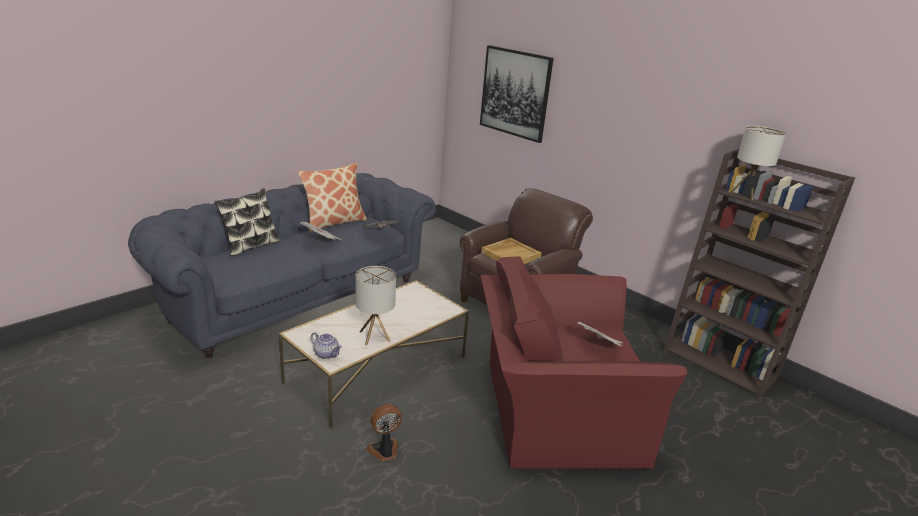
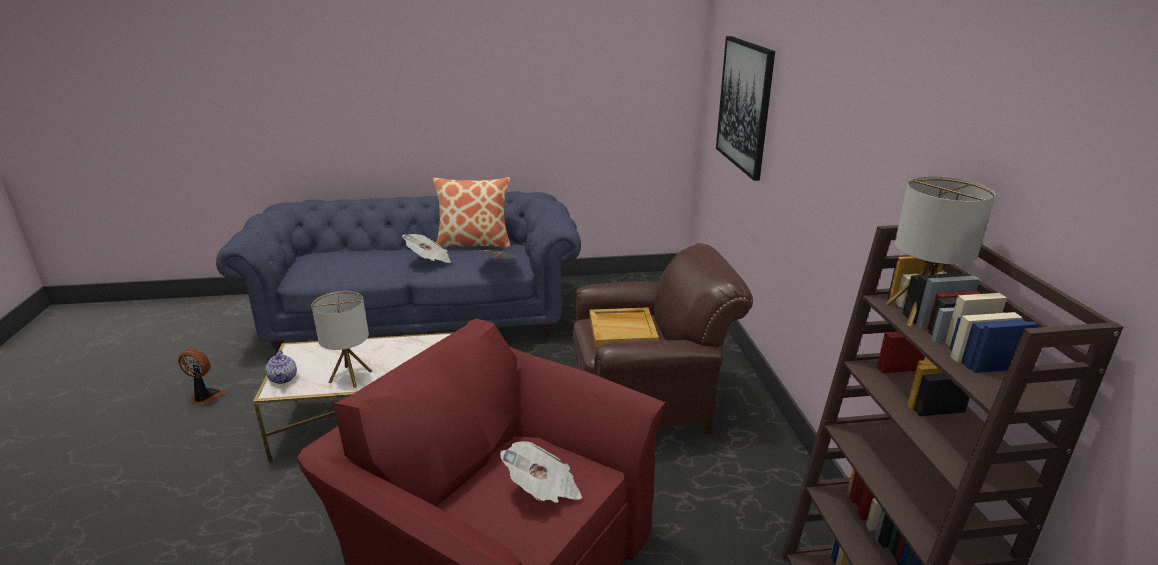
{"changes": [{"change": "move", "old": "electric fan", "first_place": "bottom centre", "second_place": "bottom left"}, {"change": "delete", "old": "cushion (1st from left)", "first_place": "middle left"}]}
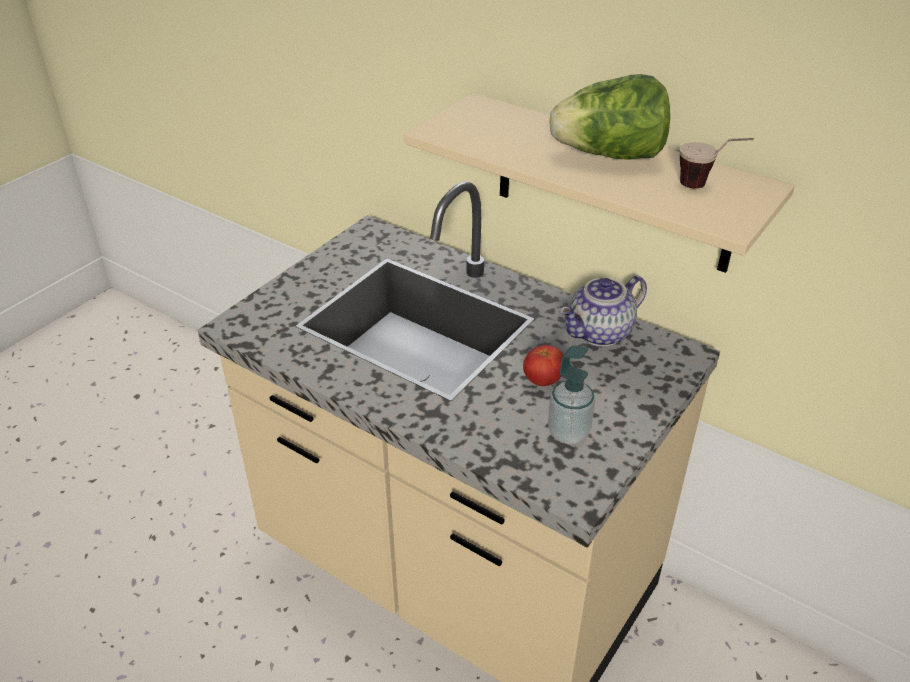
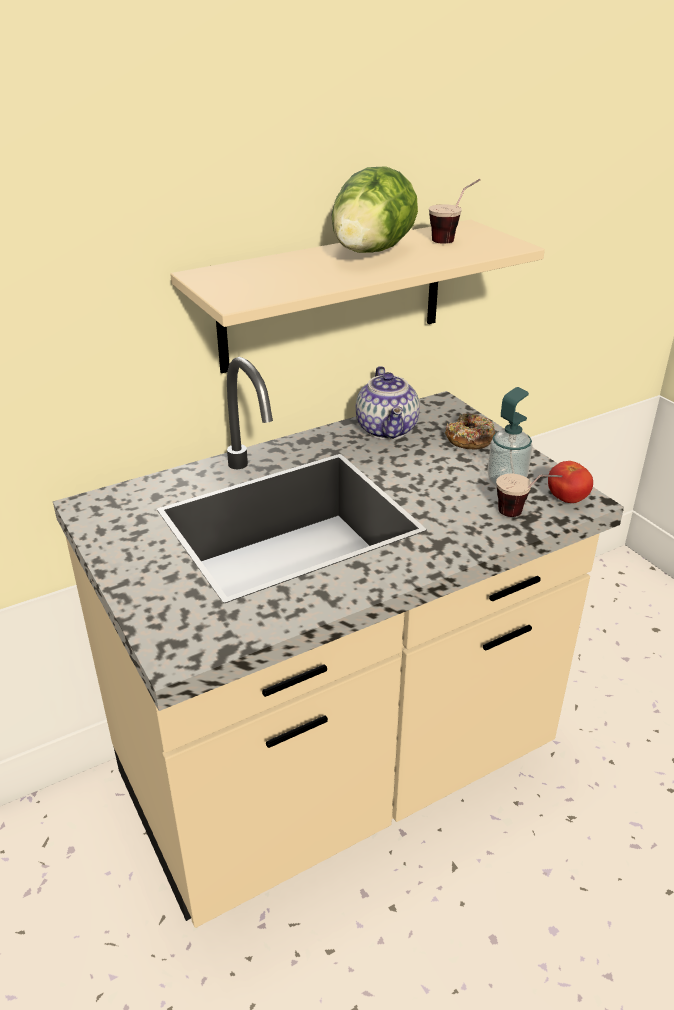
{"changes": [{"change": "insert", "new": "ring doughnut", "second_place": "middle right"}, {"change": "insert", "new": "cup (2nd from left)", "second_place": "middle right"}, {"change": "move", "old": "whole tomato", "first_place": "centre", "second_place": "middle right"}]}
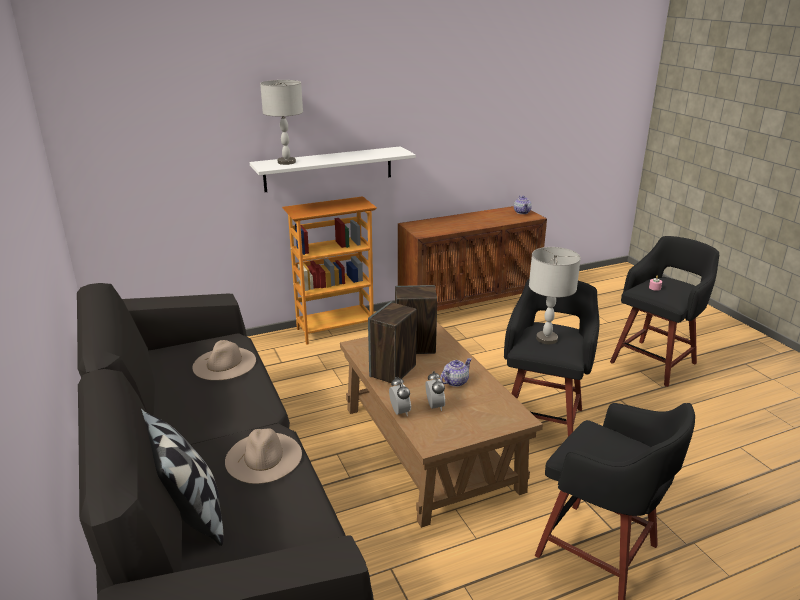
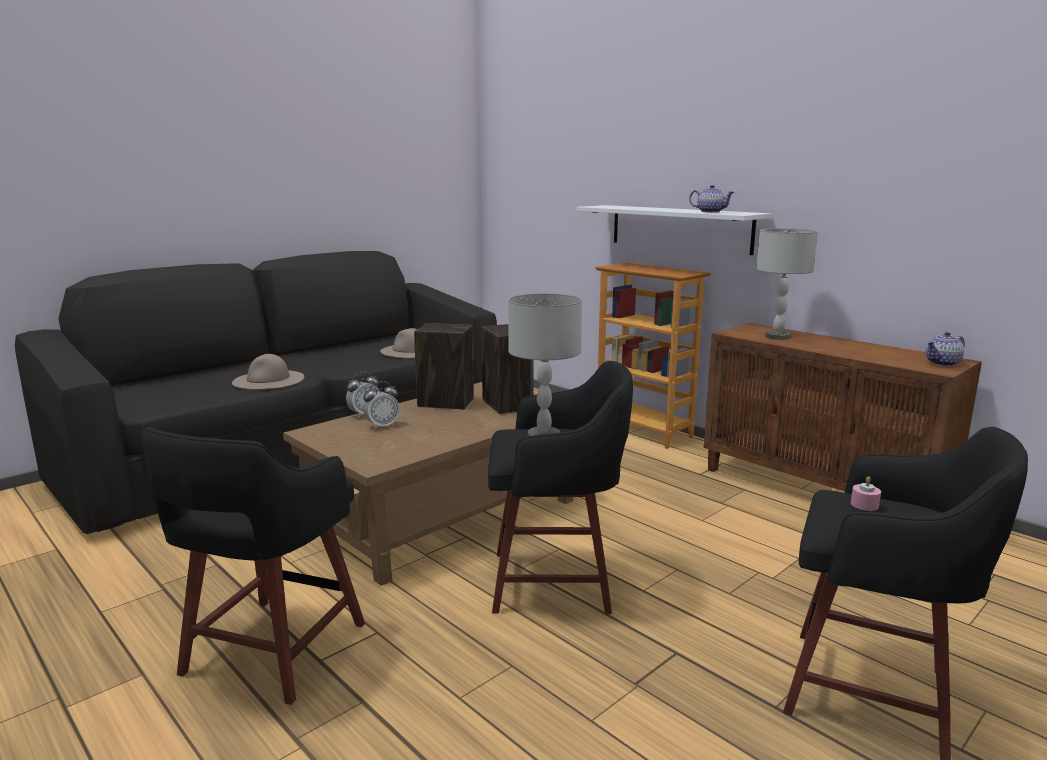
{"changes": [{"change": "move", "old": "teapot (1st from left)", "first_place": "centre", "second_place": "top right"}, {"change": "move", "old": "grey tabletop lamp (1st from left in the first image)", "new": "grey tabletop lamp (2nd from left)", "first_place": "top centre", "second_place": "middle right"}, {"change": "delete", "old": "cushion", "first_place": "bottom left"}]}
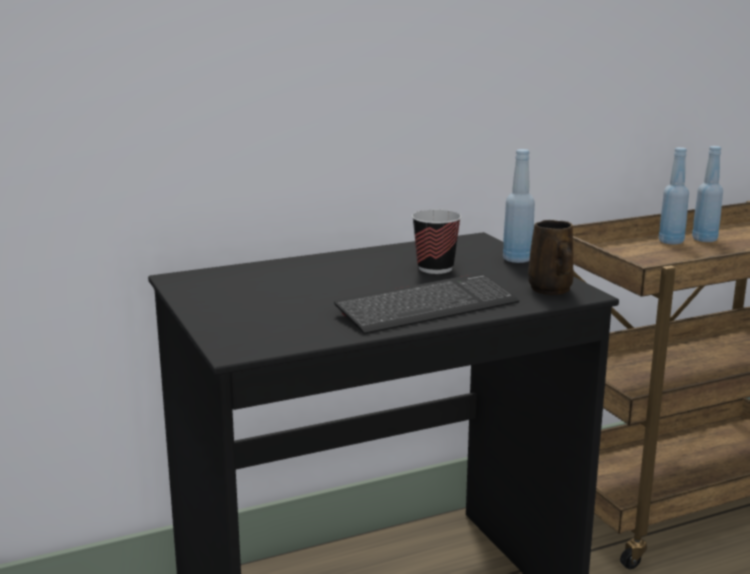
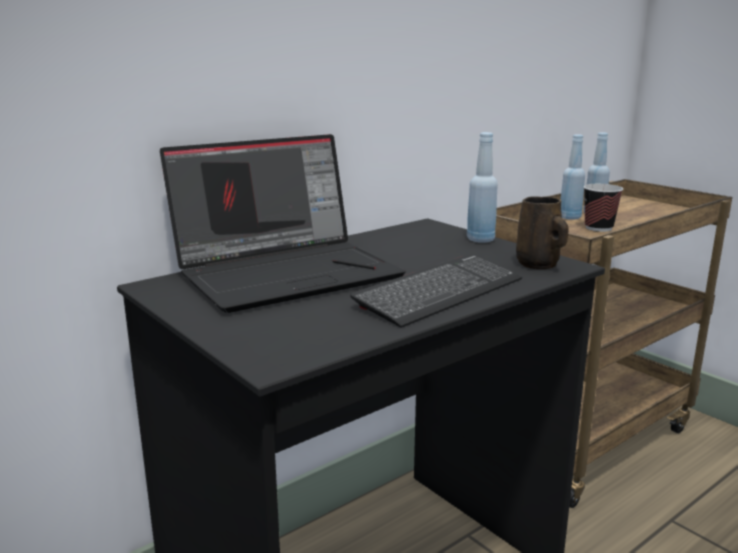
{"changes": [{"change": "insert", "new": "portable computer", "second_place": "centre"}, {"change": "move", "old": "cup", "first_place": "centre", "second_place": "middle right"}]}
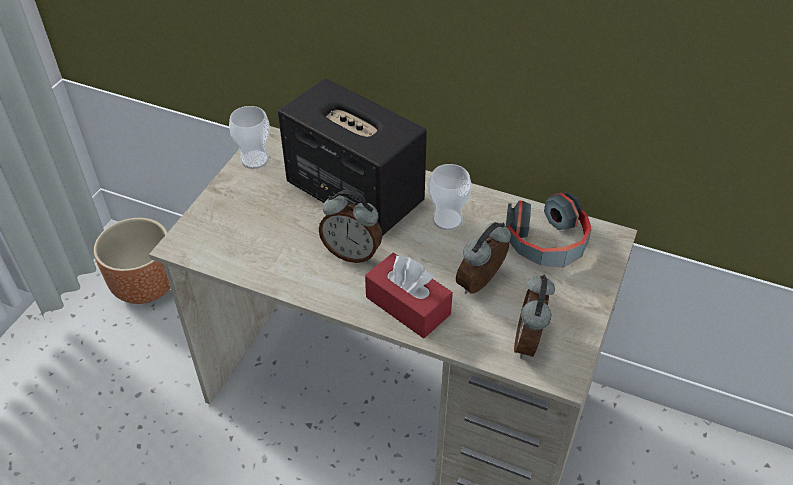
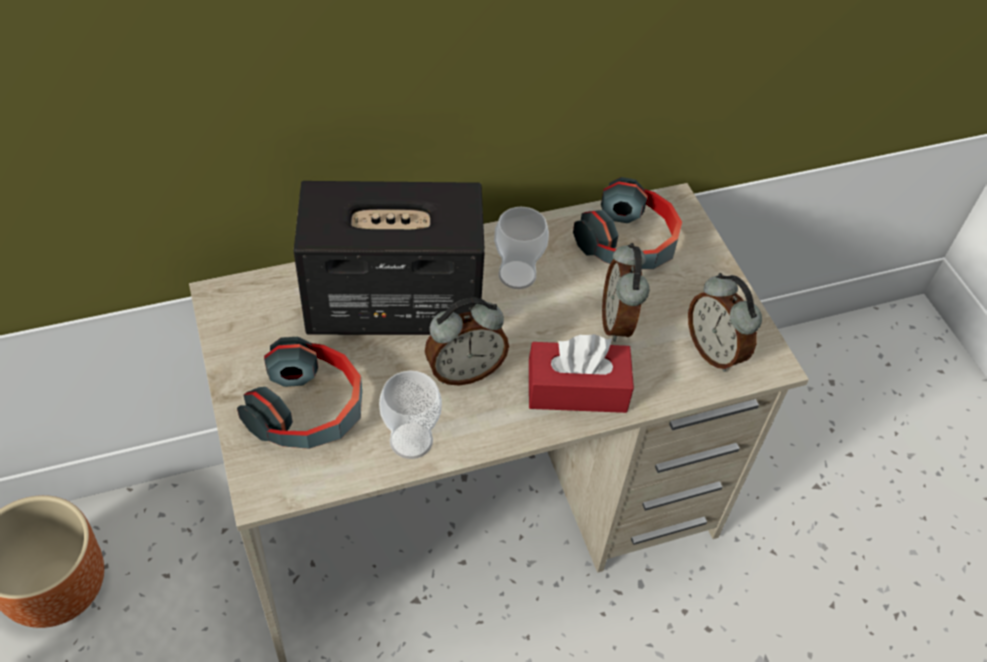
{"changes": [{"change": "insert", "new": "headset (1st from left)", "second_place": "middle left"}, {"change": "move", "old": "cup (1st from left)", "first_place": "top left", "second_place": "centre"}]}
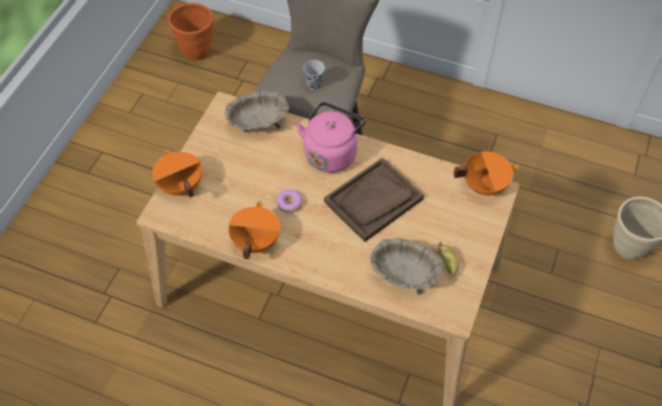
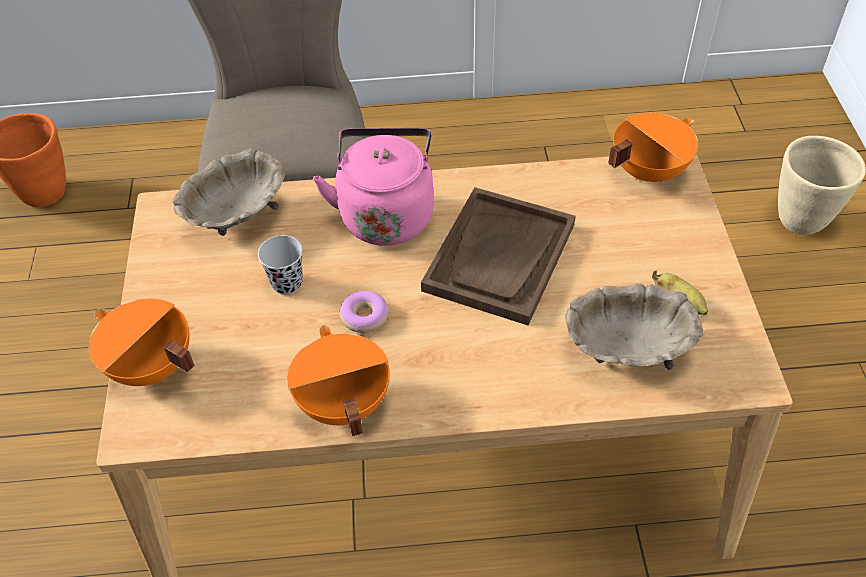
{"changes": [{"change": "move", "old": "blackish cup", "first_place": "top centre", "second_place": "middle left"}]}
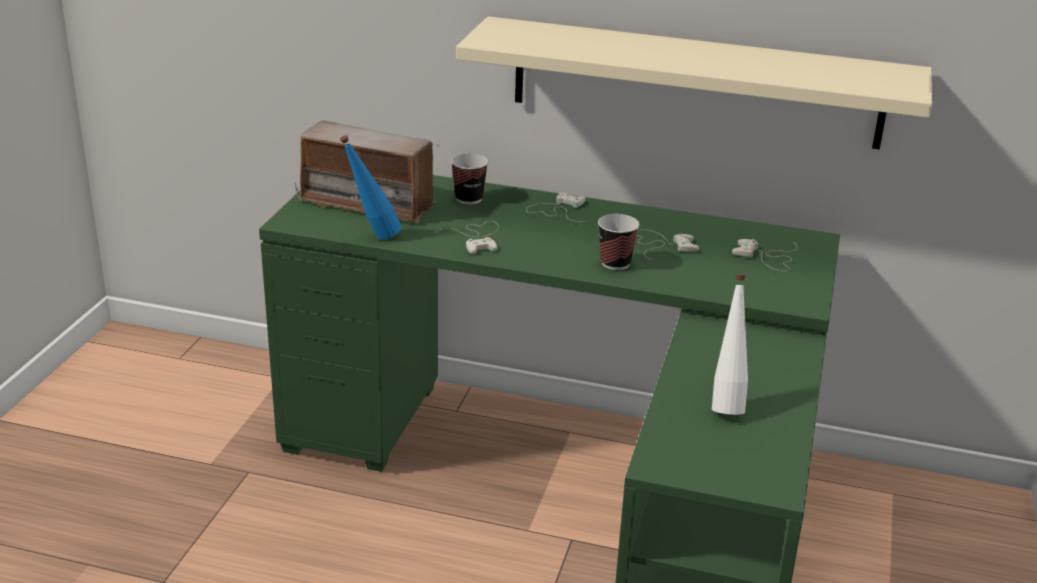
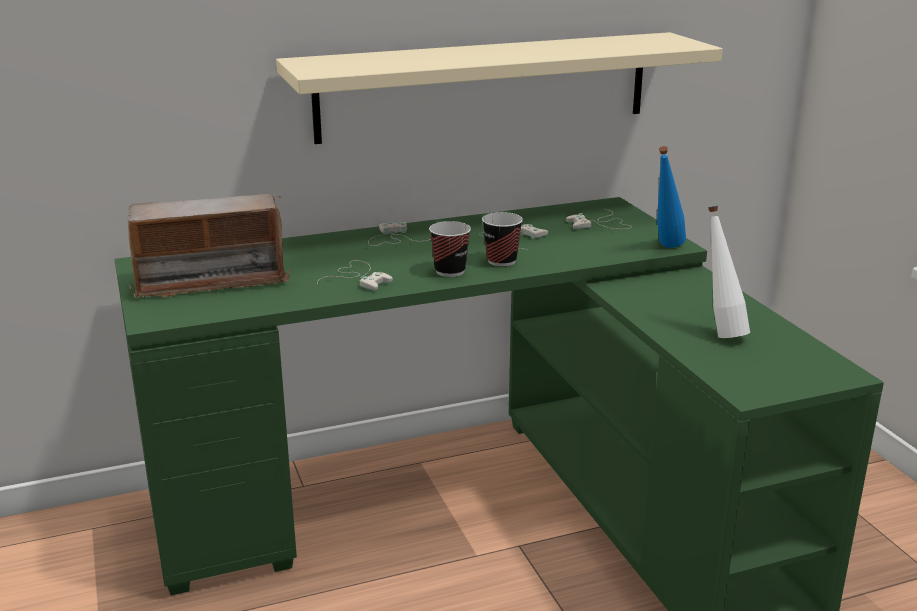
{"changes": [{"change": "move", "old": "cup (1st from left)", "first_place": "top centre", "second_place": "centre"}, {"change": "move", "old": "blue beverage bottle", "first_place": "top centre", "second_place": "top right"}]}
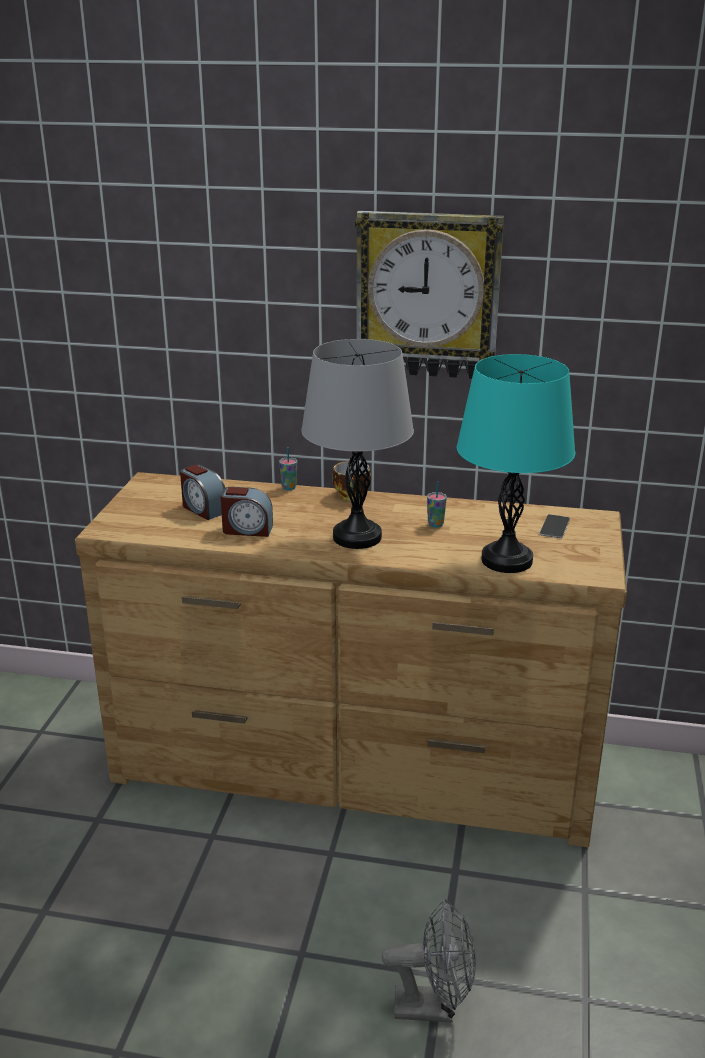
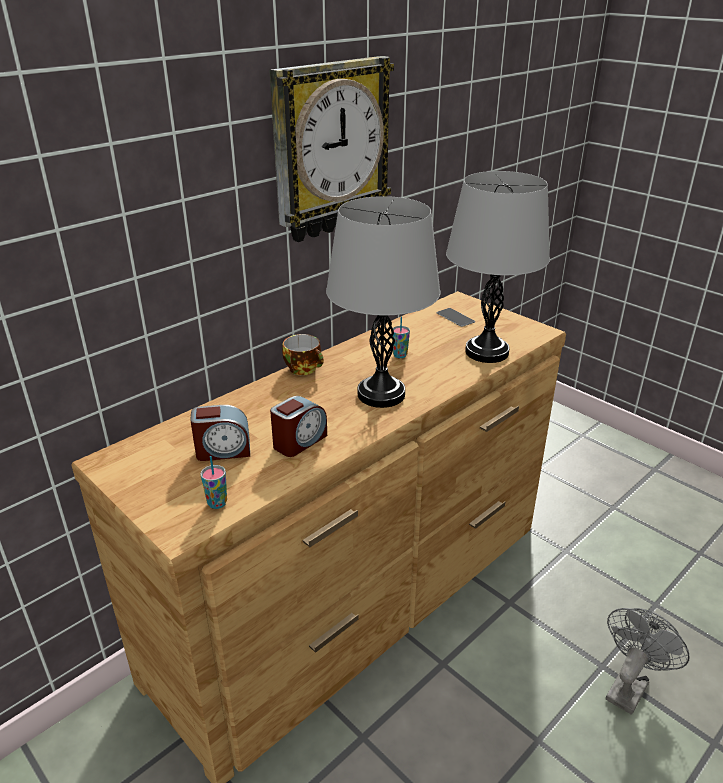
{"changes": [{"change": "move", "old": "cup (1st from left)", "first_place": "centre", "second_place": "middle left"}, {"change": "recolor", "old": "blue-green tabletop lamp", "new": "grey tabletop lamp (2nd from left)", "first_place": "middle right", "second_place": "middle right"}]}
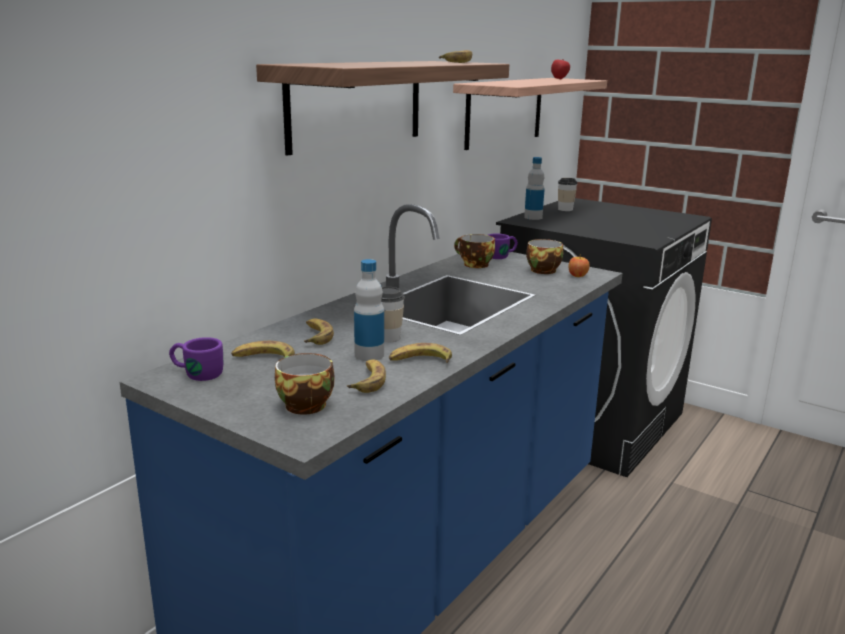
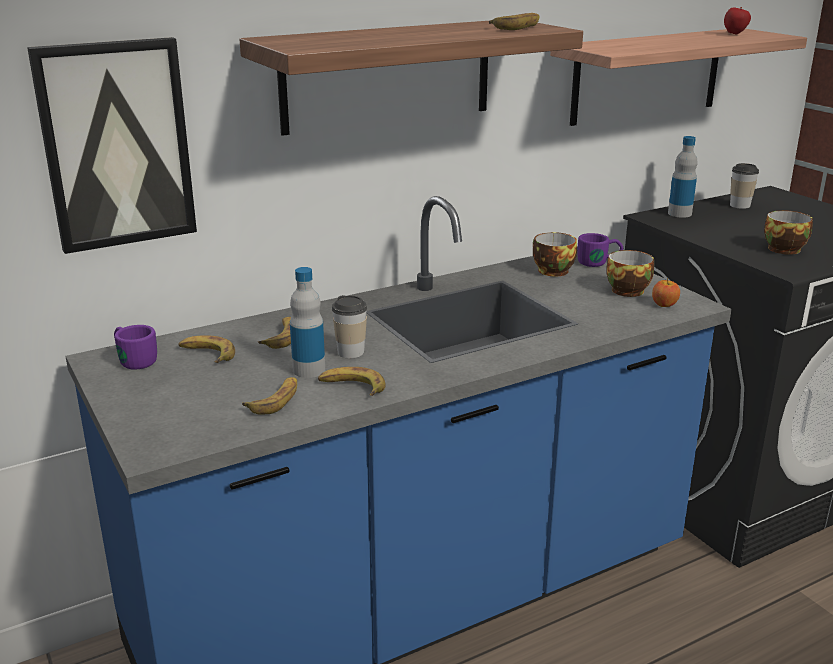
{"changes": [{"change": "insert", "new": "wall picture", "second_place": "top left"}, {"change": "move", "old": "cup (1st from left in the first image)", "new": "cup (5th from left)", "first_place": "centre", "second_place": "middle right"}]}
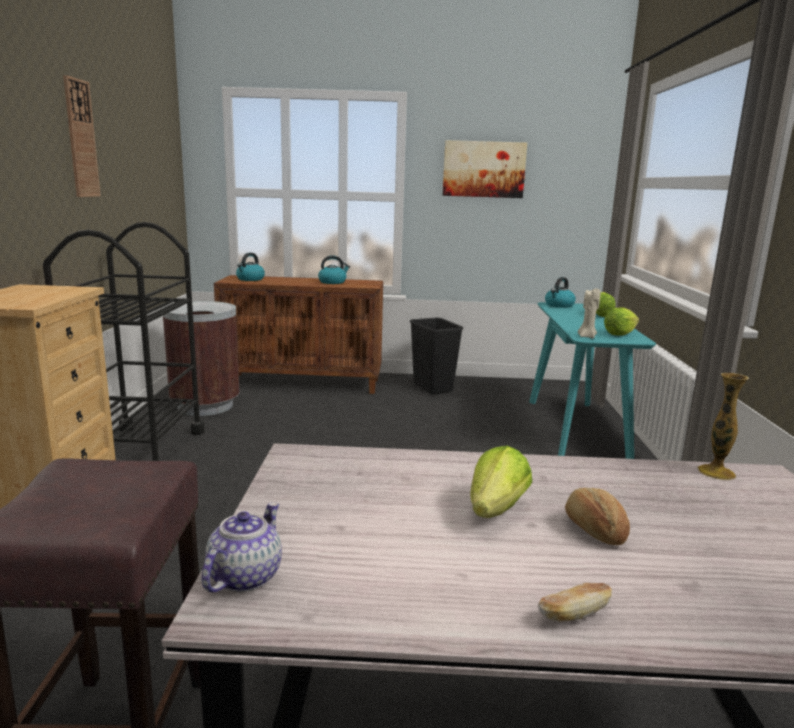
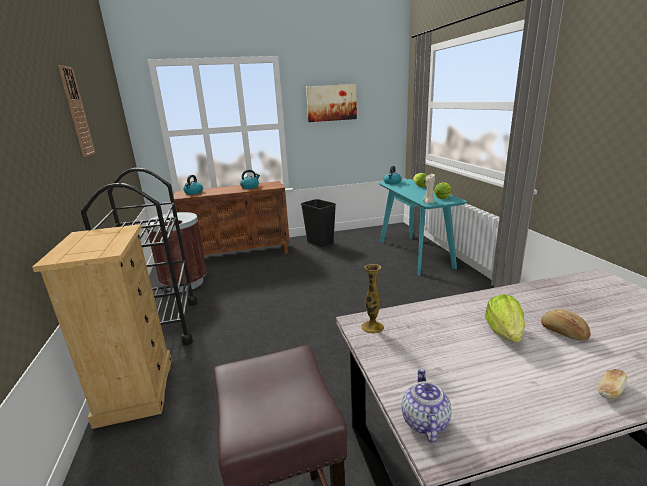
{"changes": [{"change": "move", "old": "decorative vase", "first_place": "middle right", "second_place": "centre"}]}
